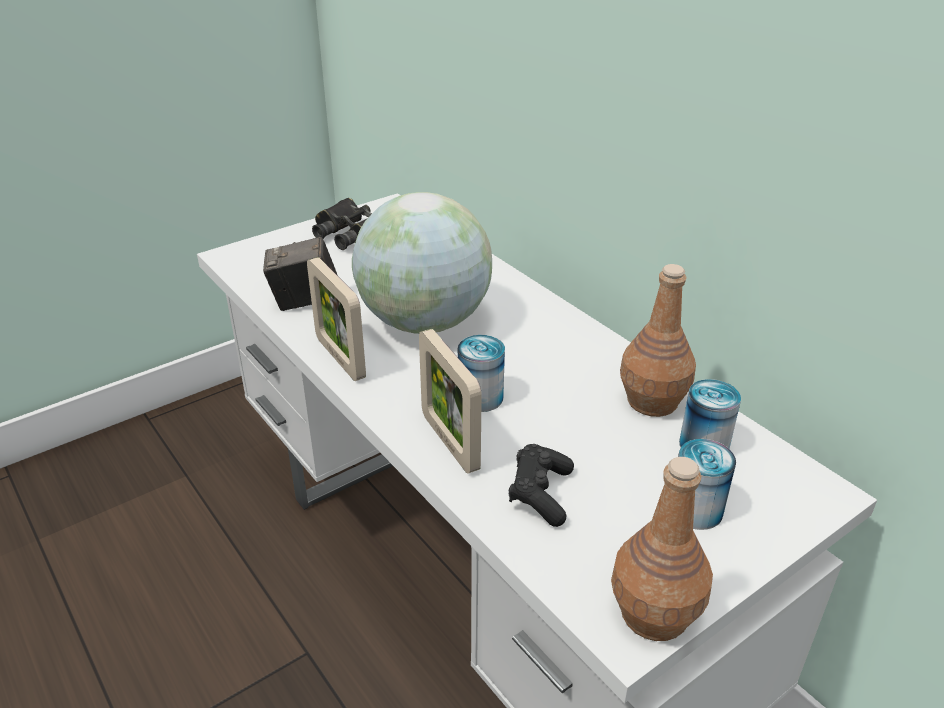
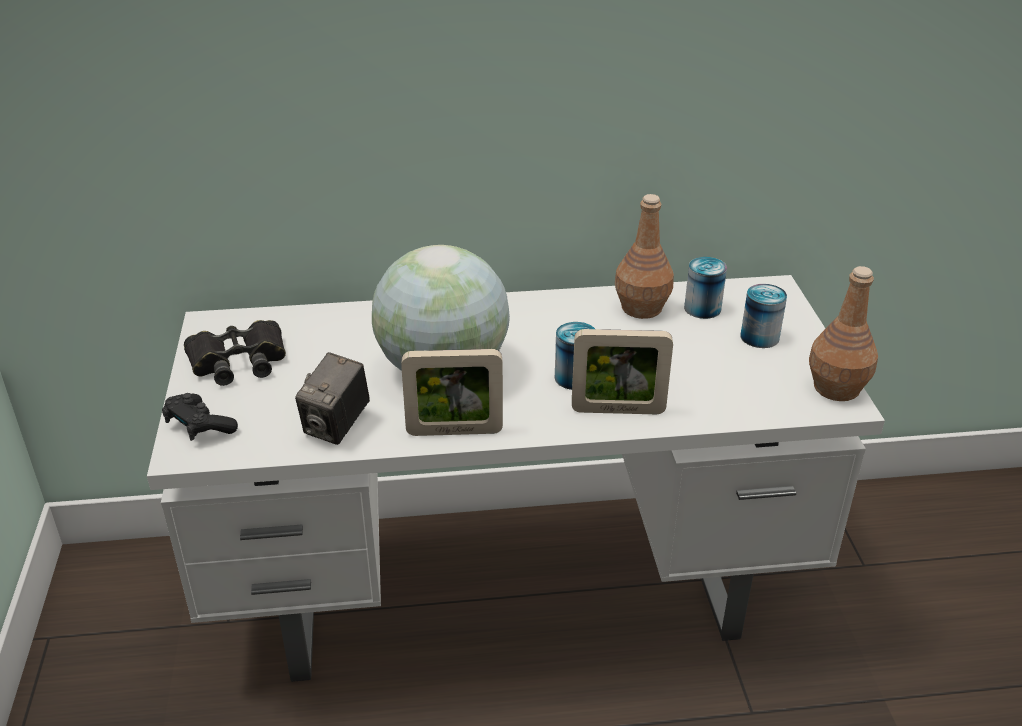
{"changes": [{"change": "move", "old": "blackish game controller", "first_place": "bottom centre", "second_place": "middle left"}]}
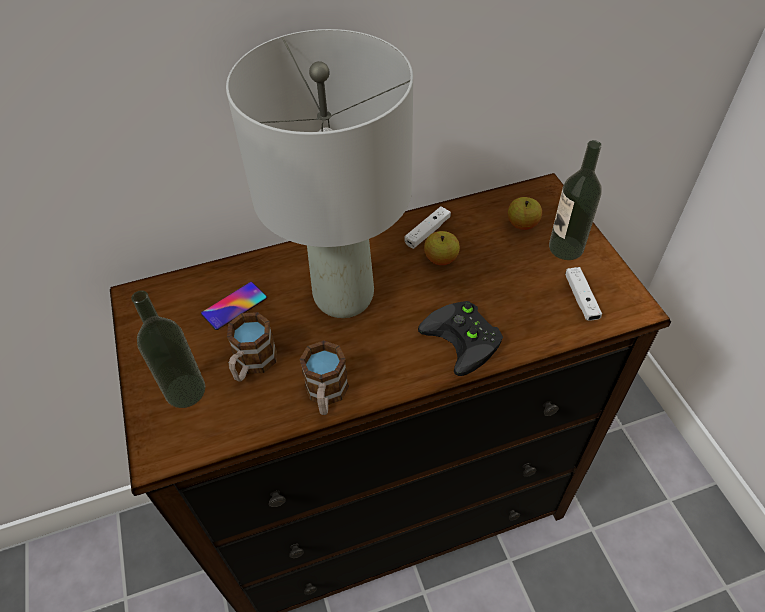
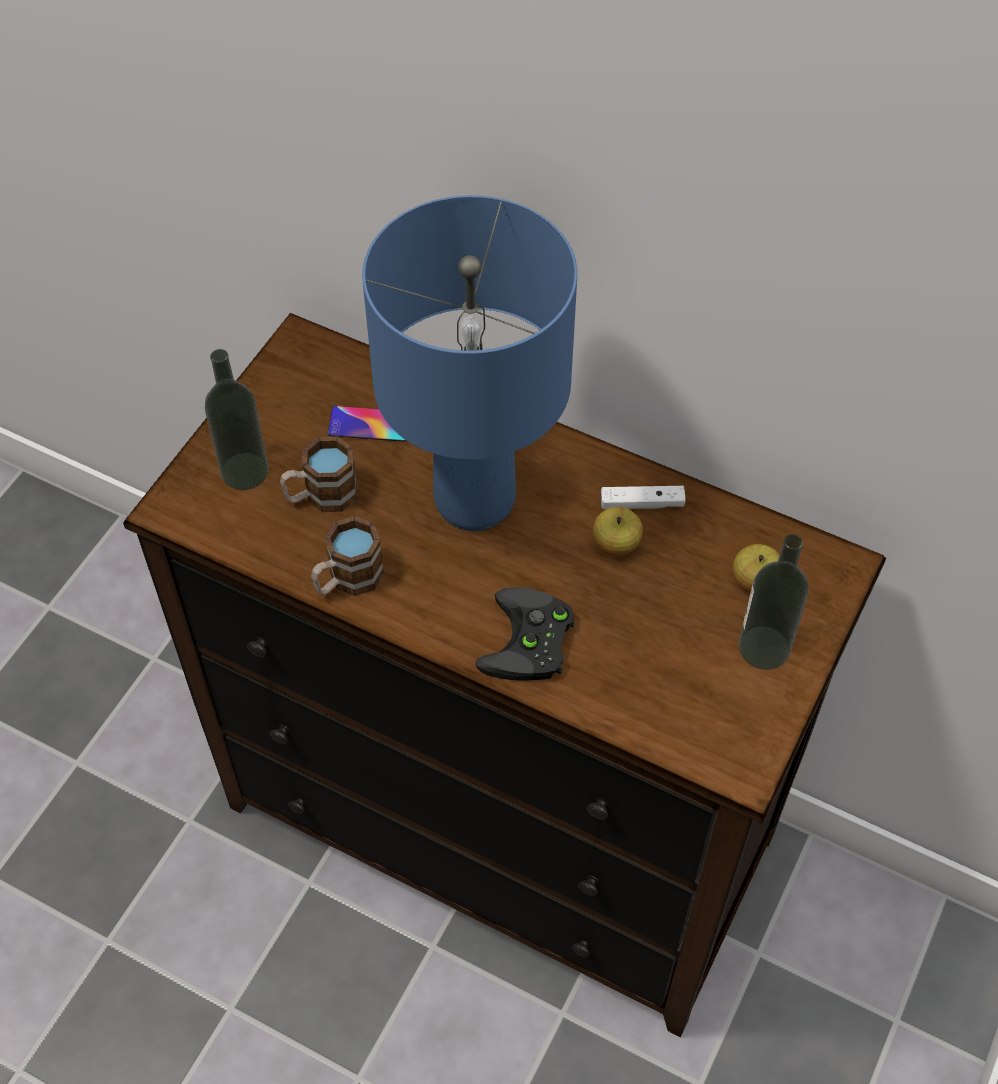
{"changes": [{"change": "recolor", "old": "grey tabletop lamp", "new": "blue tabletop lamp", "first_place": "top centre", "second_place": "centre"}, {"change": "delete", "old": "whitish game controller (2nd from left)", "first_place": "middle right"}]}
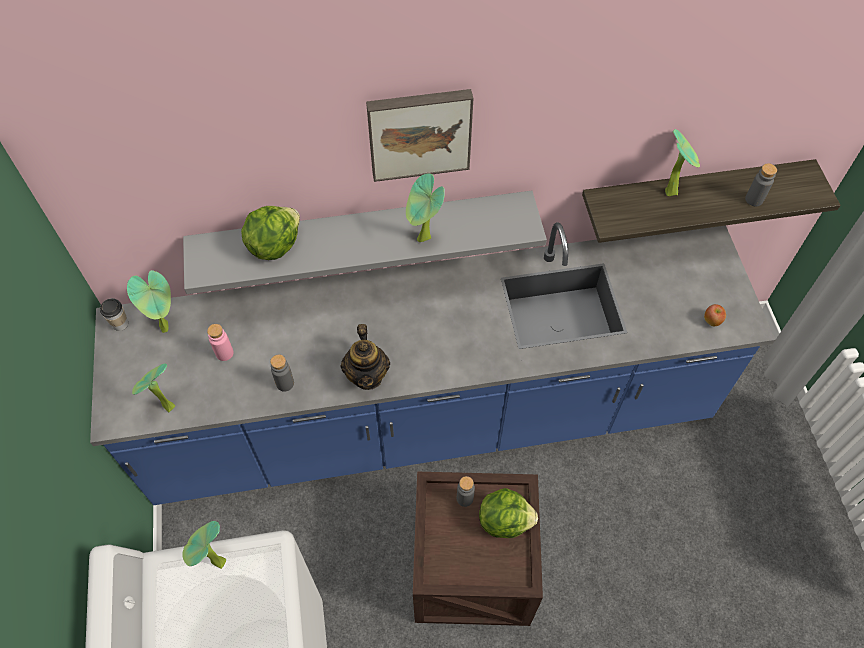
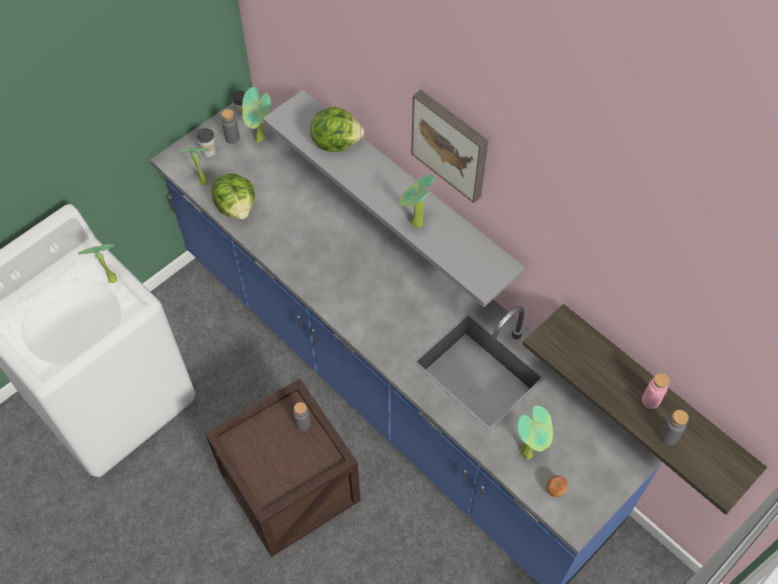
{"changes": [{"change": "insert", "new": "cup (1st from left)", "second_place": "top left"}, {"change": "move", "old": "lettuce head (2nd from left in the first image)", "new": "lettuce head (1st from left)", "first_place": "bottom centre", "second_place": "middle left"}, {"change": "move", "old": "grey beverage bottle (1st from left)", "first_place": "middle left", "second_place": "top left"}, {"change": "move", "old": "plant in a pot (5th from left)", "first_place": "top right", "second_place": "bottom right"}, {"change": "move", "old": "pink-coloured beverage bottle", "first_place": "middle left", "second_place": "bottom right"}, {"change": "delete", "old": "teapot", "first_place": "centre"}]}
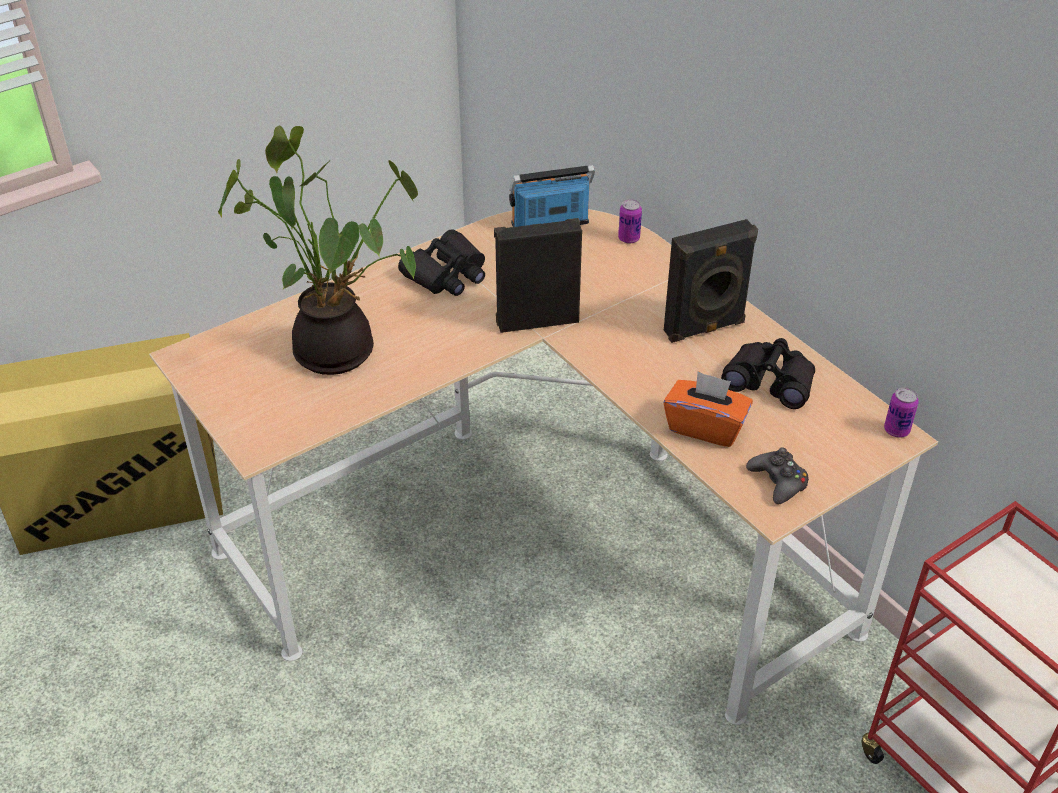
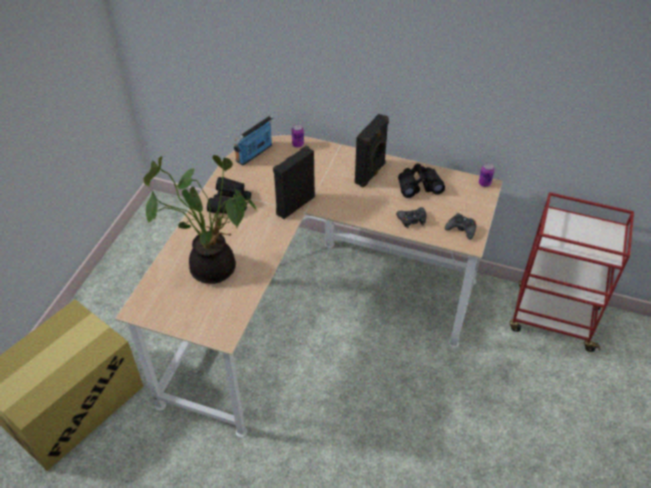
{"changes": [{"change": "replace", "old": "orange-coloured tissue holder", "new": "blackish game controller (1st from left)", "first_place": "middle right", "second_place": "centre"}]}
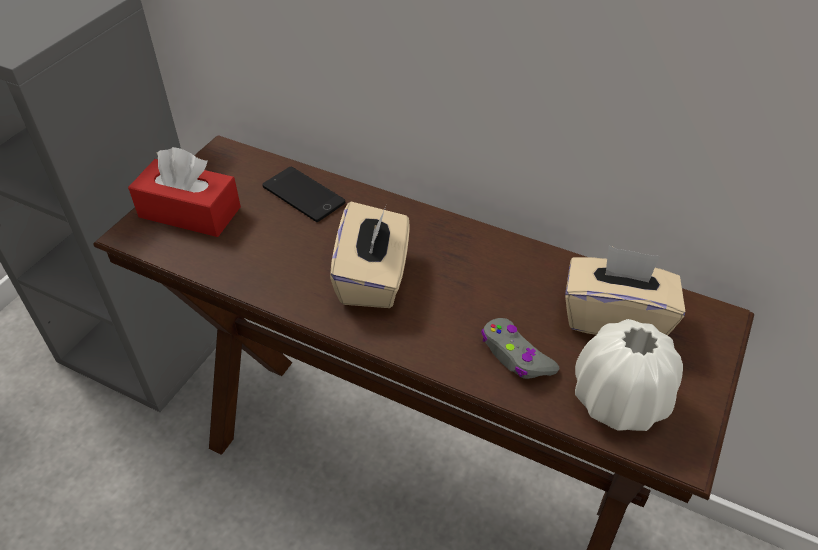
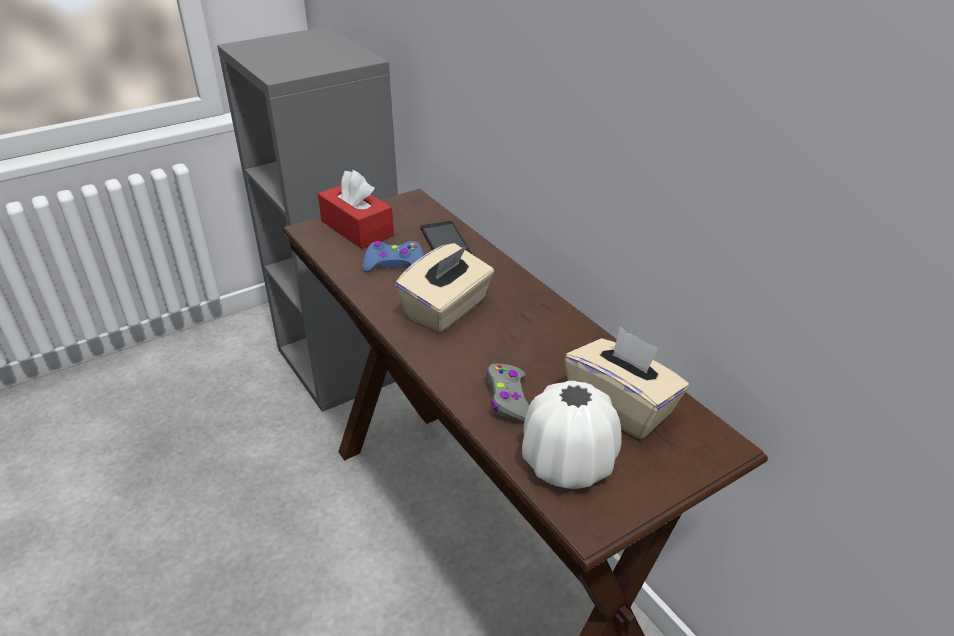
{"changes": [{"change": "insert", "new": "blue game controller", "second_place": "centre"}]}
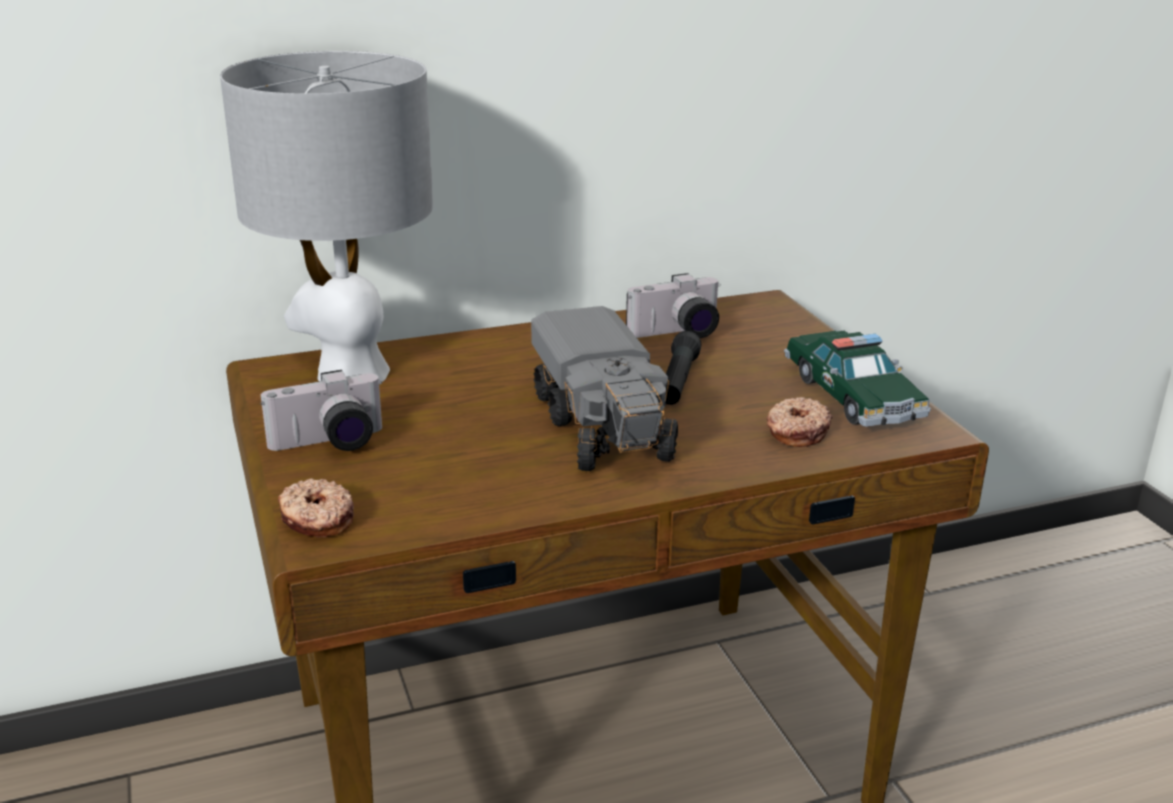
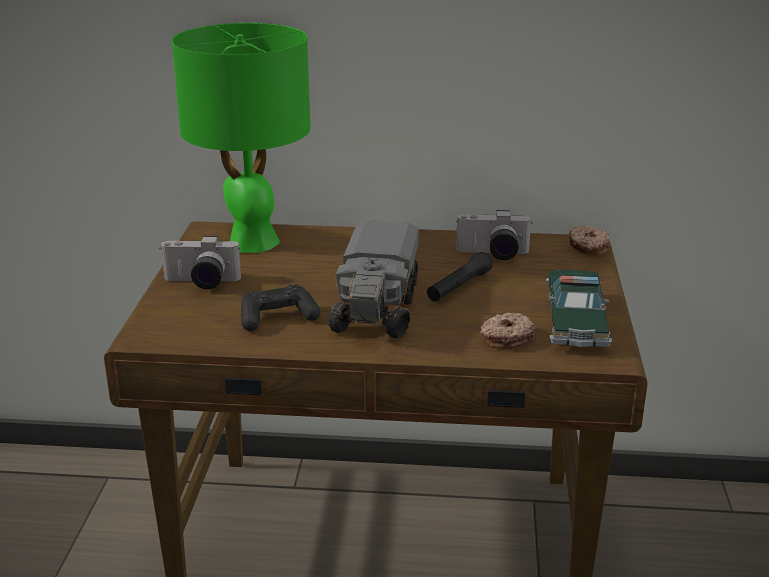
{"changes": [{"change": "recolor", "old": "grey tabletop lamp", "new": "green-coloured tabletop lamp", "first_place": "top left", "second_place": "top left"}, {"change": "insert", "new": "blackish game controller", "second_place": "centre"}, {"change": "move", "old": "ring doughnut (1st from left in the first image)", "new": "ring doughnut (2nd from left)", "first_place": "middle left", "second_place": "middle right"}]}
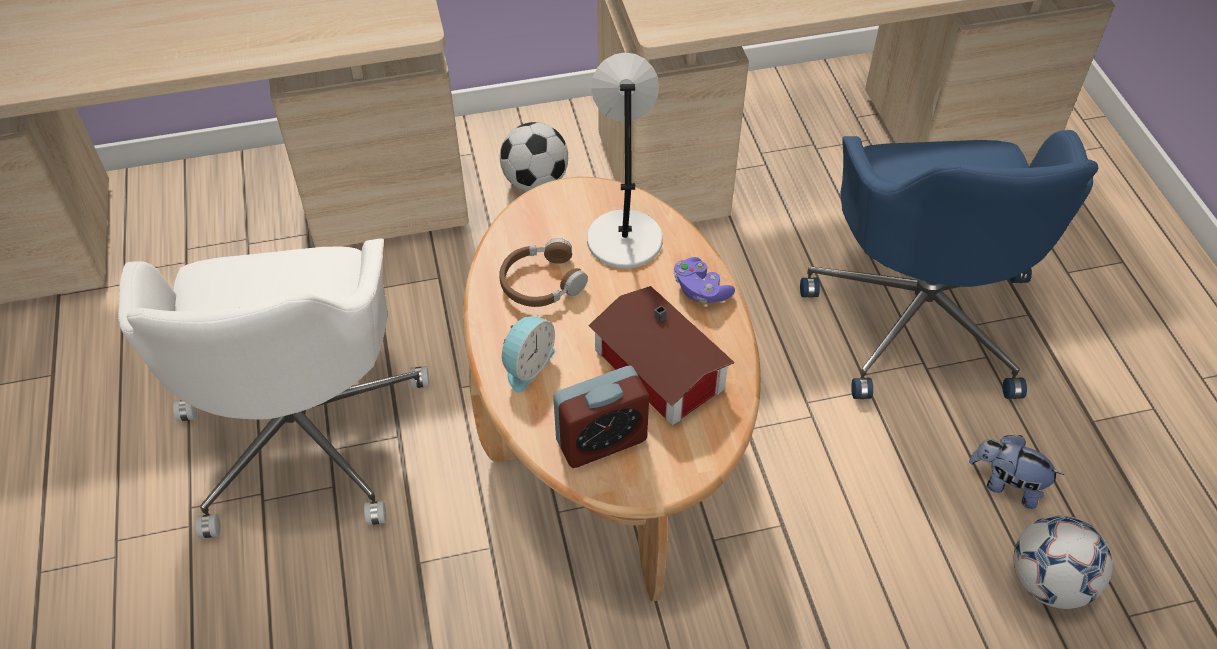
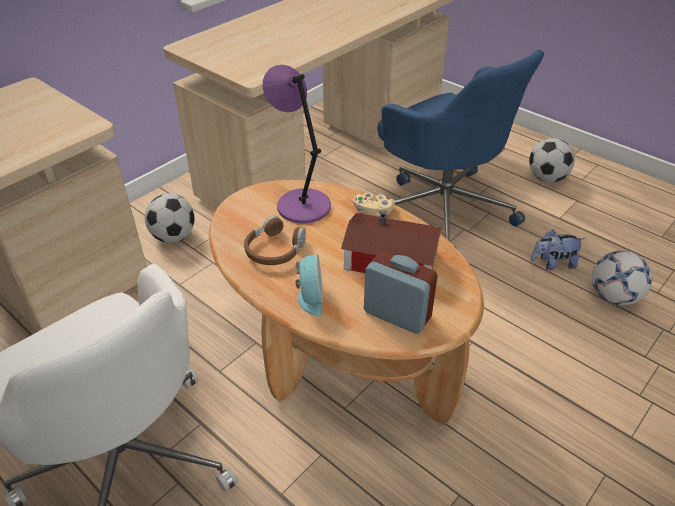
{"changes": [{"change": "recolor", "old": "grey tabletop lamp", "new": "purplish tabletop lamp", "first_place": "top centre", "second_place": "top centre"}, {"change": "recolor", "old": "purplish game controller", "new": "sand-coloured game controller", "first_place": "centre", "second_place": "centre"}, {"change": "rotate", "old": "table clock (2nd from left)", "first_place": "centre", "second_place": "centre", "degrees": -90}, {"change": "insert", "new": "football (2nd from left)", "second_place": "top right"}]}
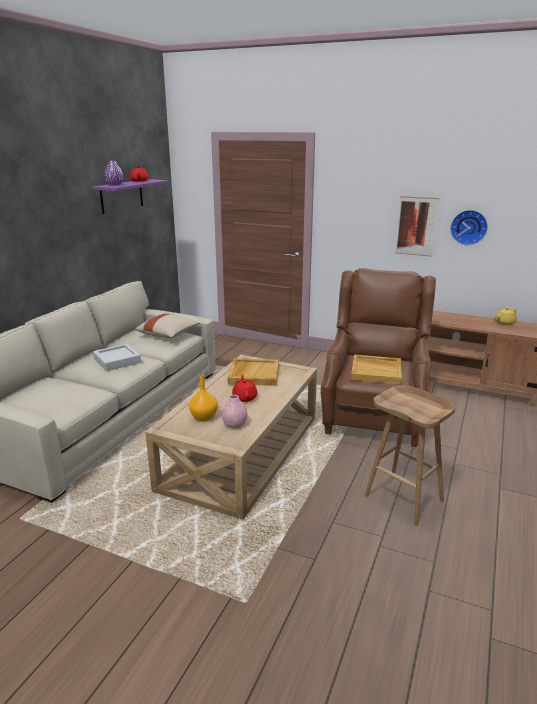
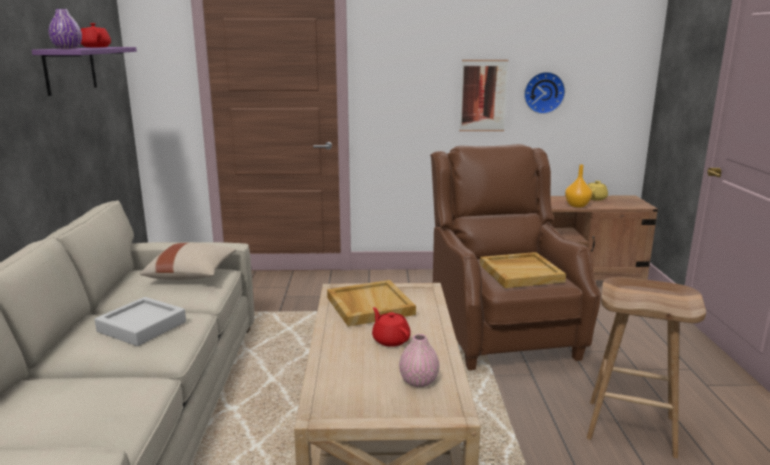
{"changes": [{"change": "move", "old": "orange-coloured decorative vase", "first_place": "centre", "second_place": "middle right"}]}
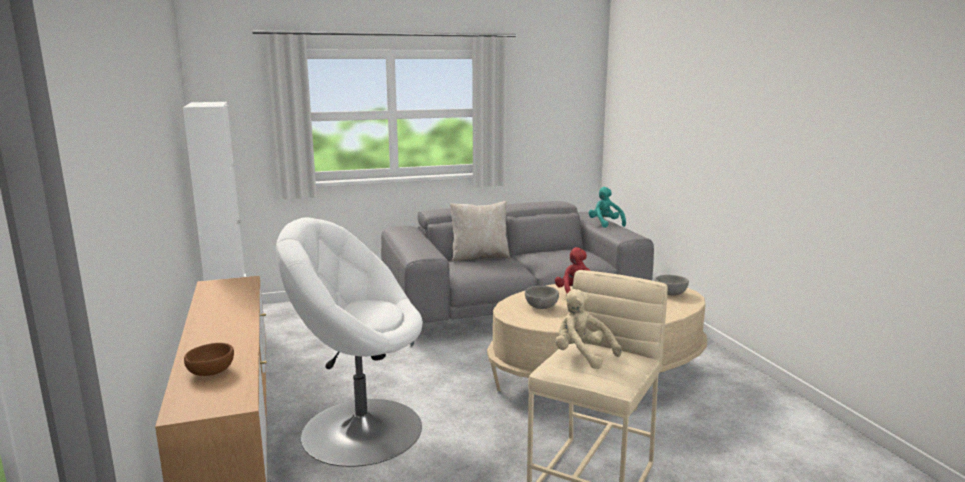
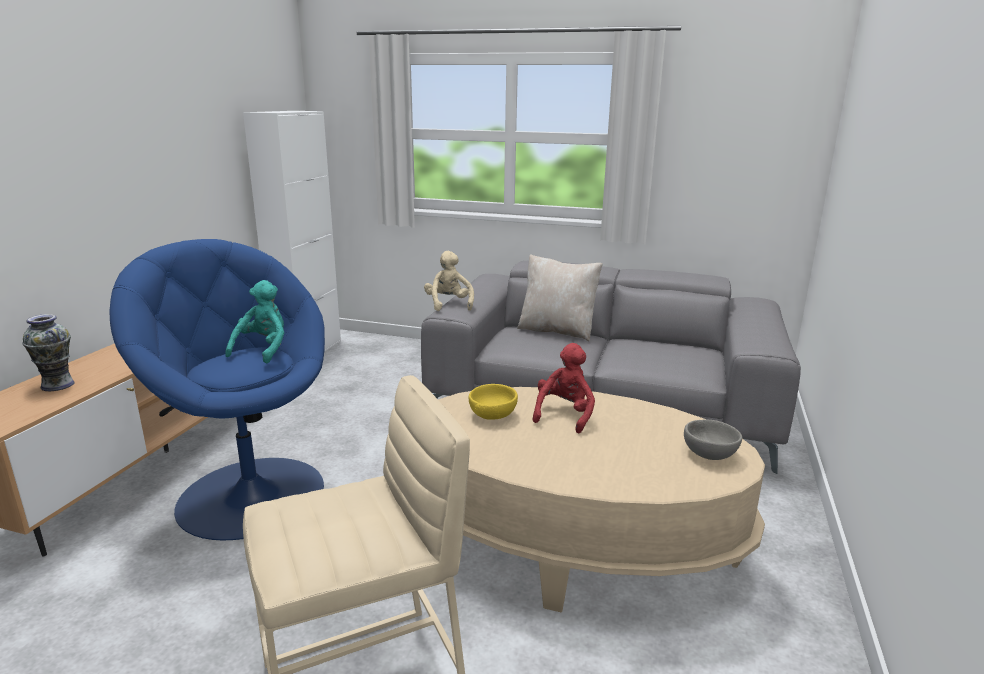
{"changes": [{"change": "replace", "old": "brown-coloured bowl", "new": "decorative vase", "first_place": "bottom left", "second_place": "middle left"}, {"change": "recolor", "old": "whitish easy chair", "new": "blue easy chair", "first_place": "bottom centre", "second_place": "middle left"}, {"change": "move", "old": "blue-green soft toy", "first_place": "centre", "second_place": "middle left"}, {"change": "move", "old": "sand-coloured soft toy", "first_place": "bottom centre", "second_place": "centre"}, {"change": "recolor", "old": "grey bowl (1st from left)", "new": "yellowish bowl", "first_place": "centre", "second_place": "centre"}]}
